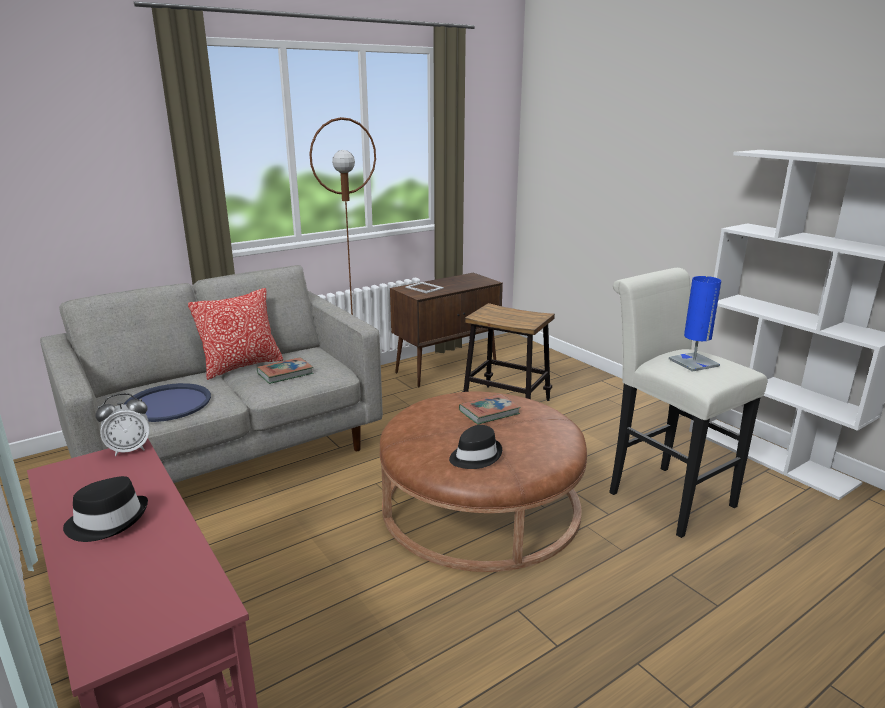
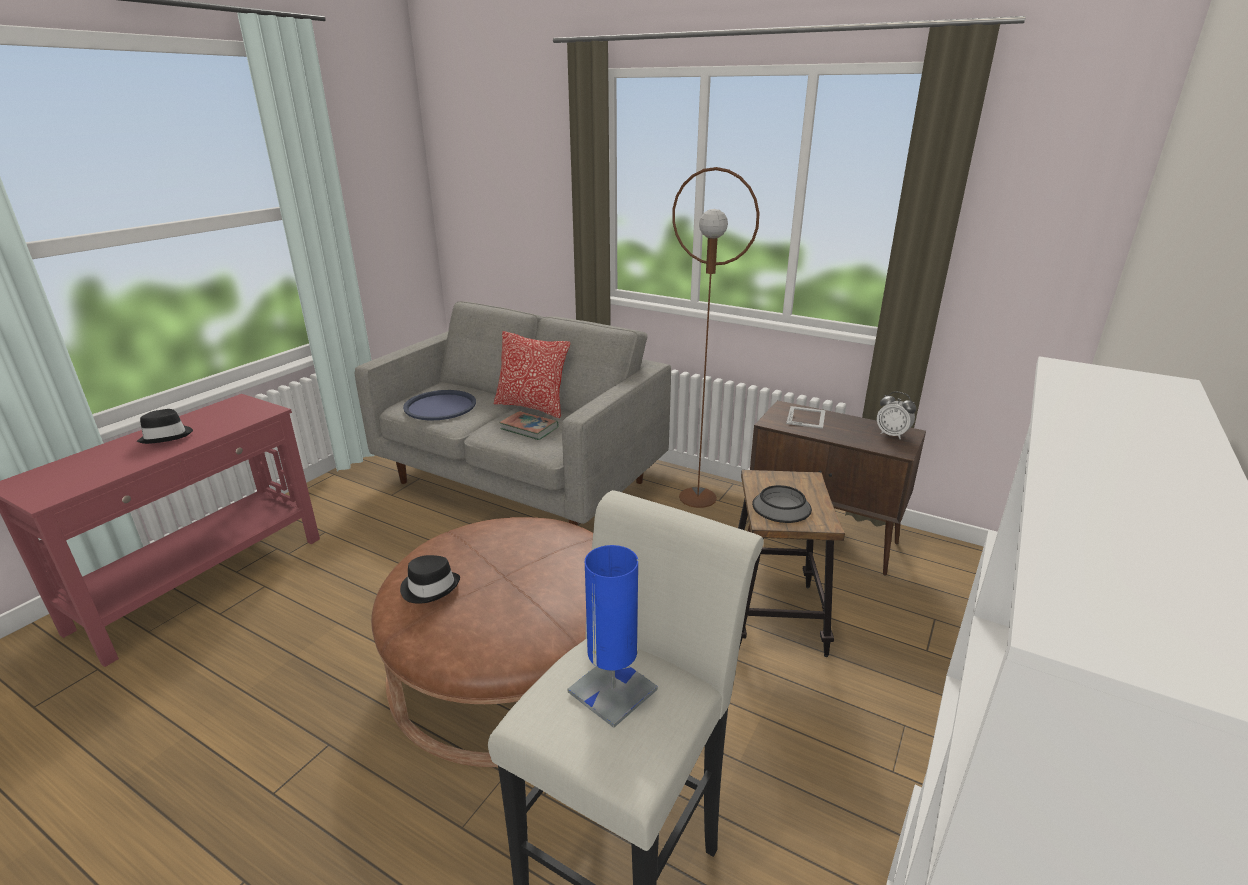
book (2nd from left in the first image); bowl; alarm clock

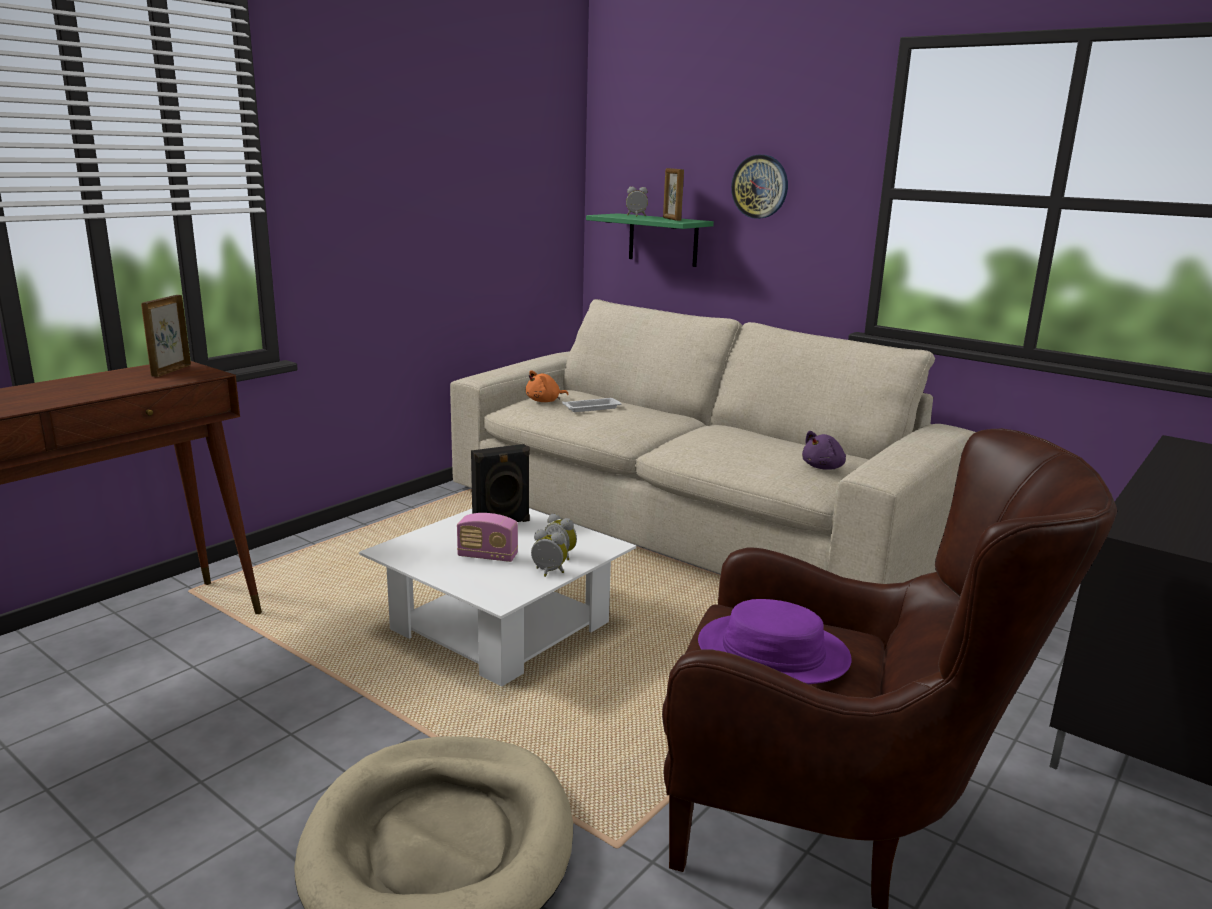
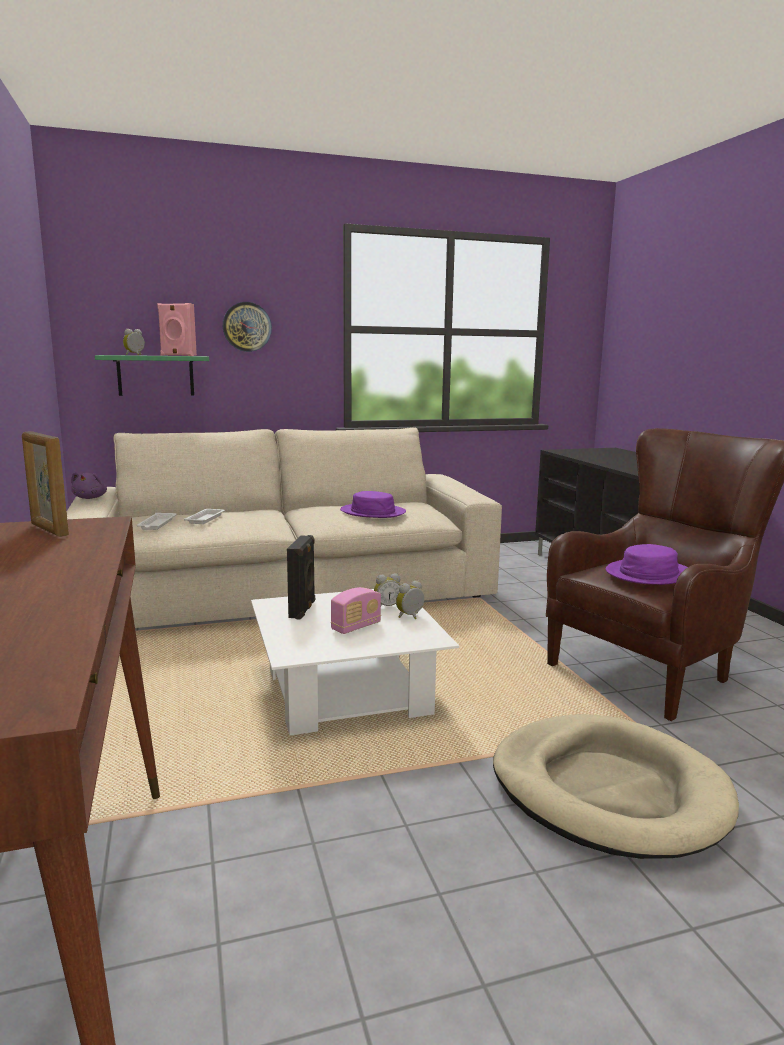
purple hat (1st from left); purple plush toy; white tray (1st from left); pink speaker

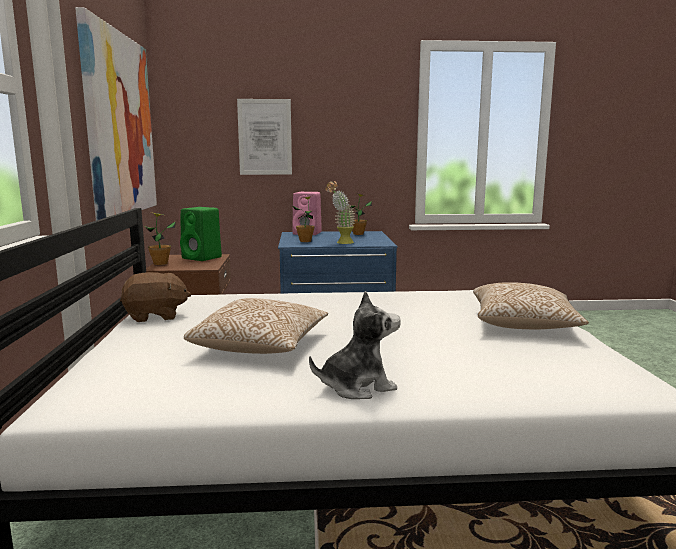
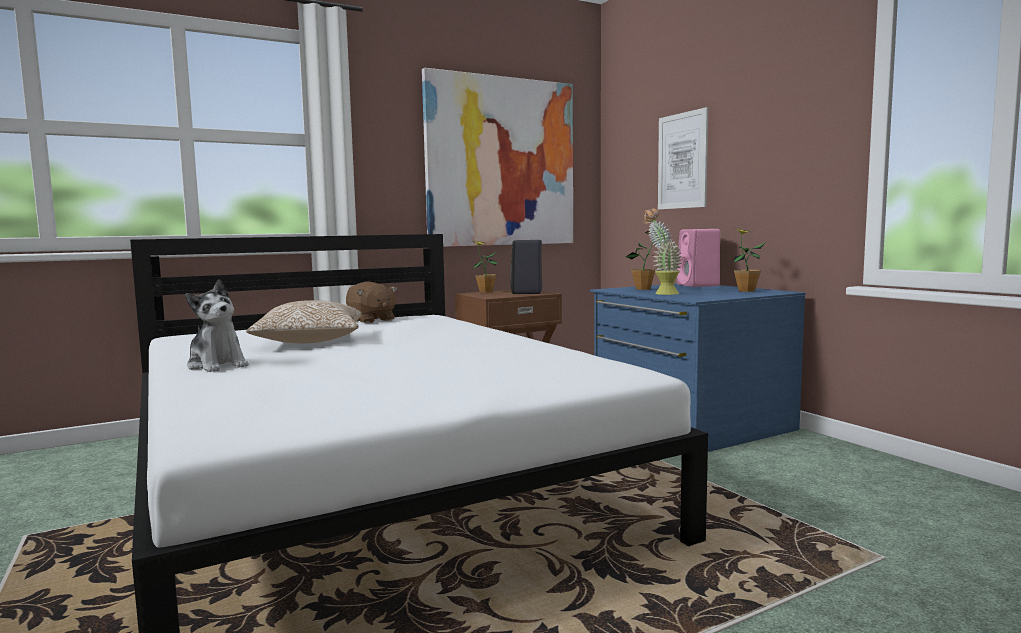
pillow (2nd from left in the first image); black speaker

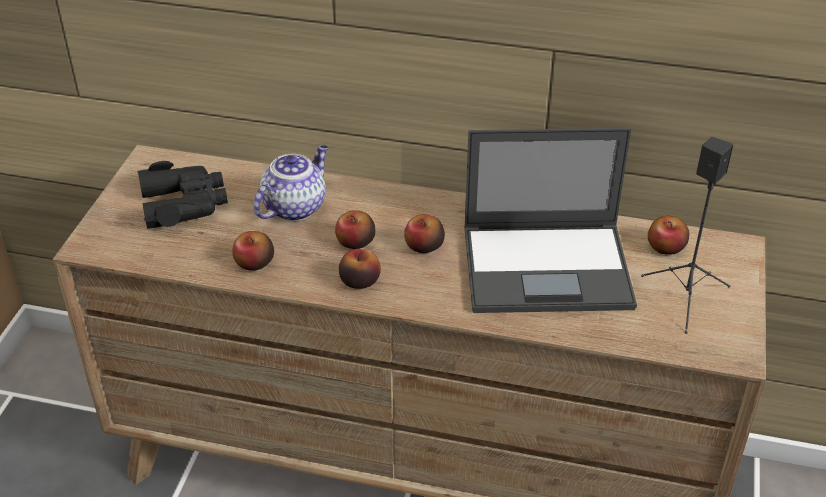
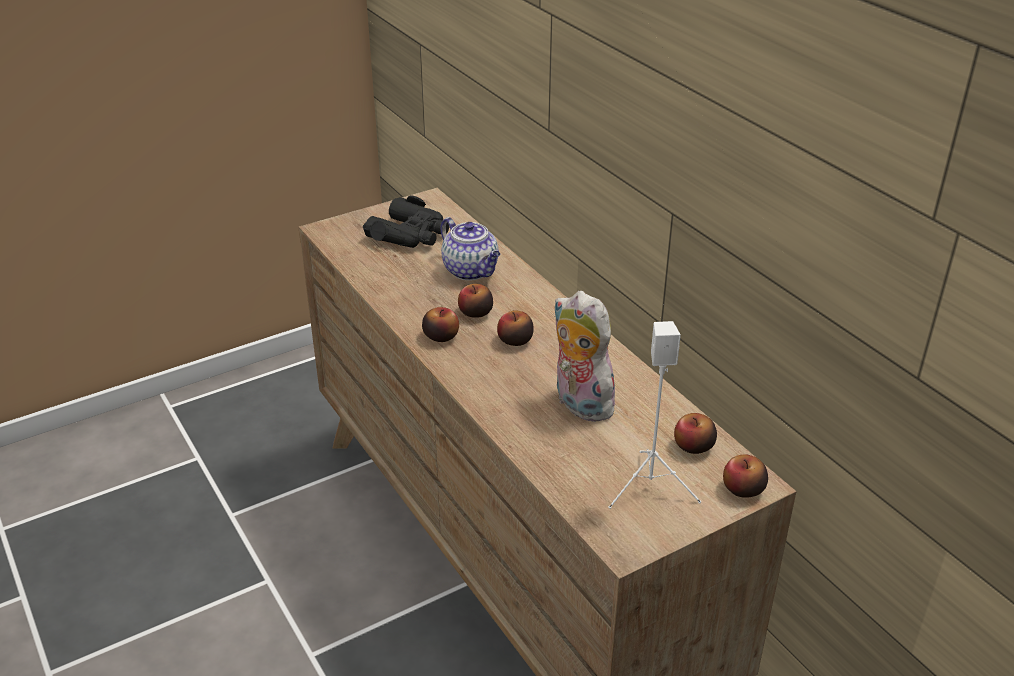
apple (5th from left); plush toy; white speaker; teapot

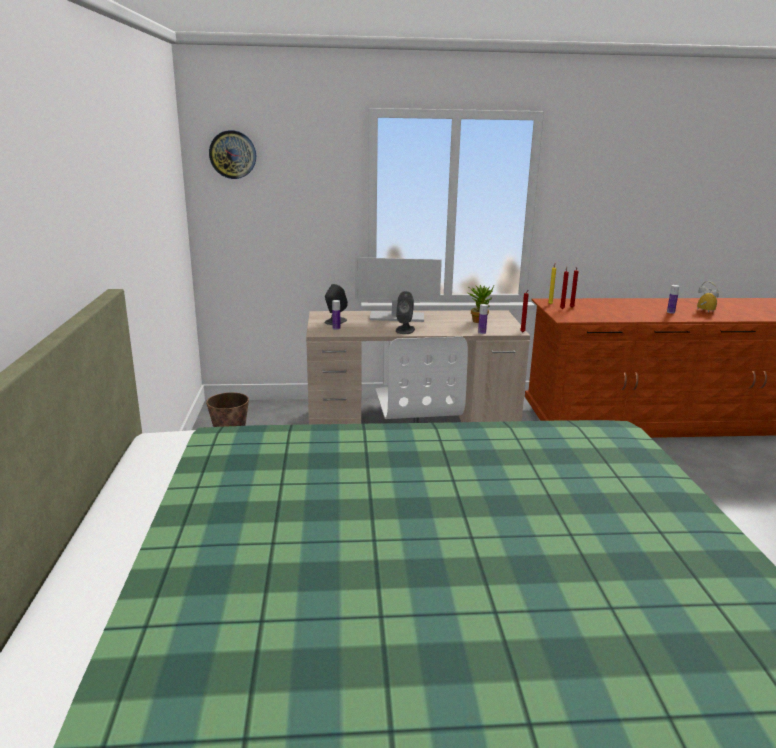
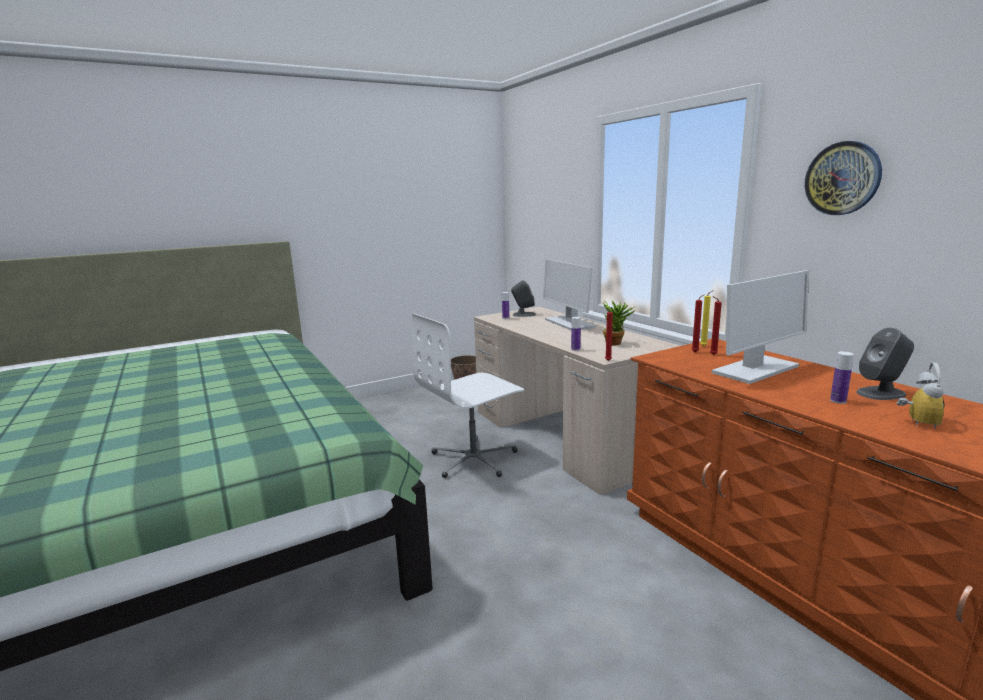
monitor (2nd from left); wall clock; grey speaker (2nd from left)

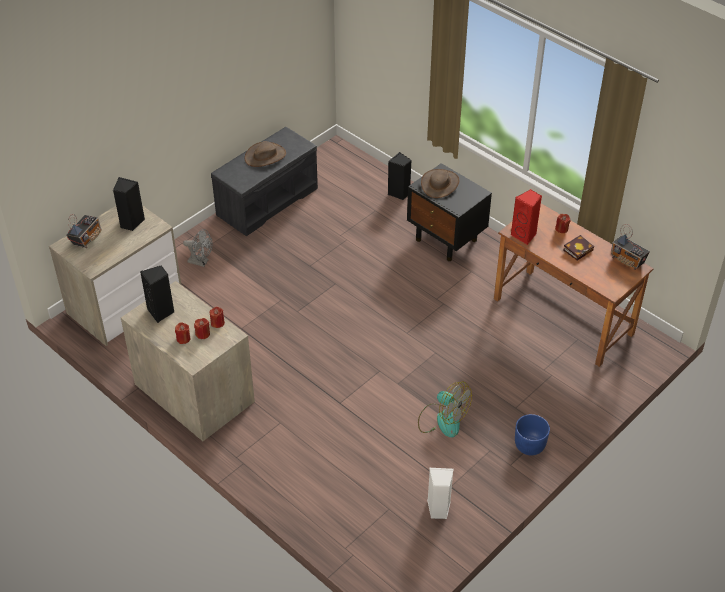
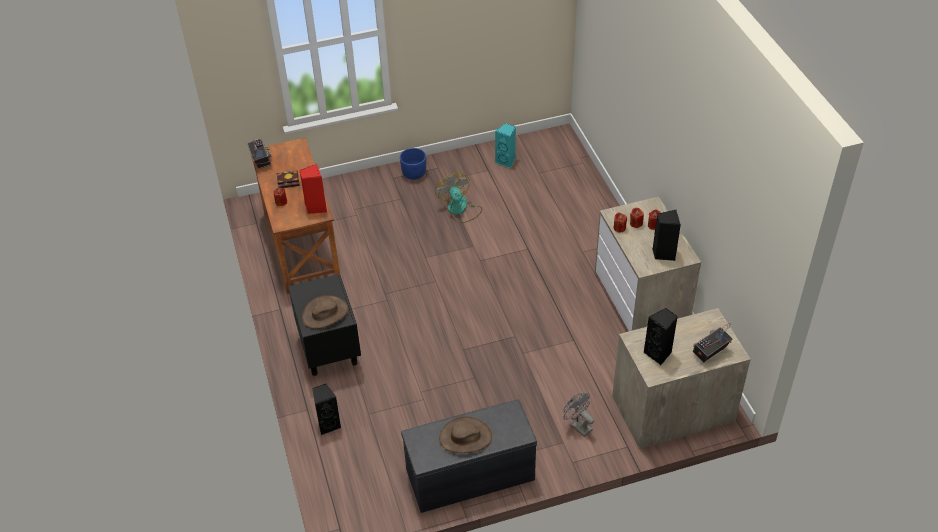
turquoise speaker

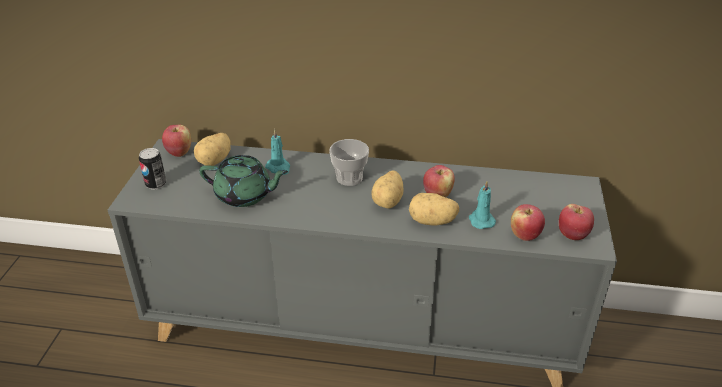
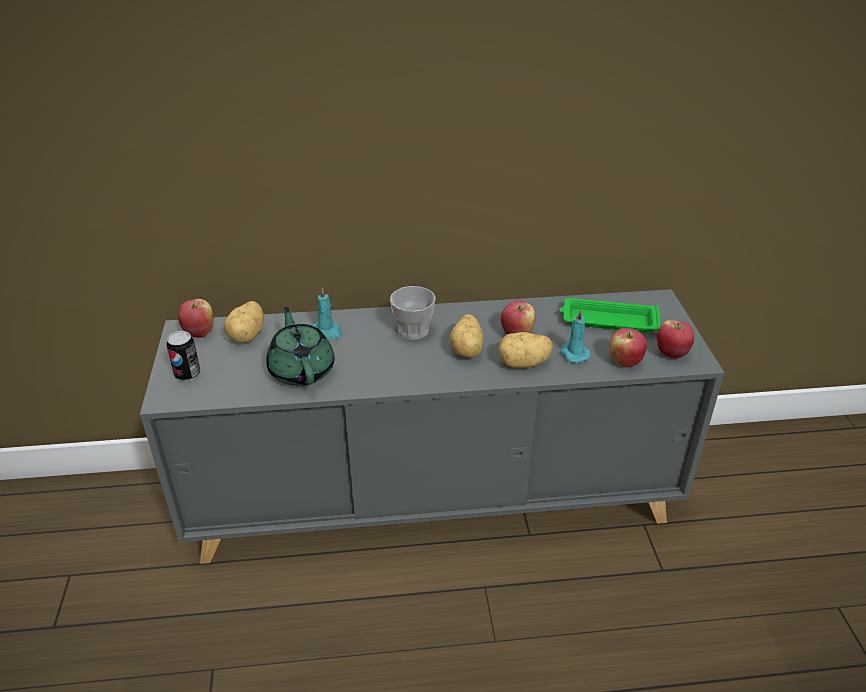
green tray; green teapot

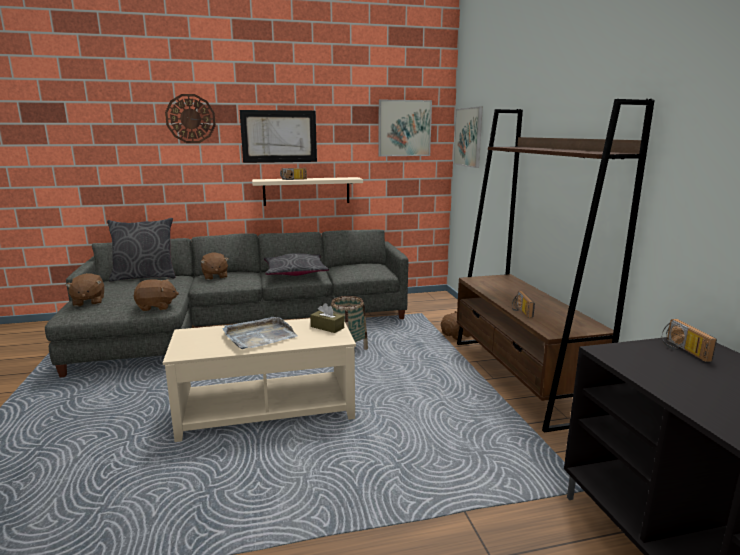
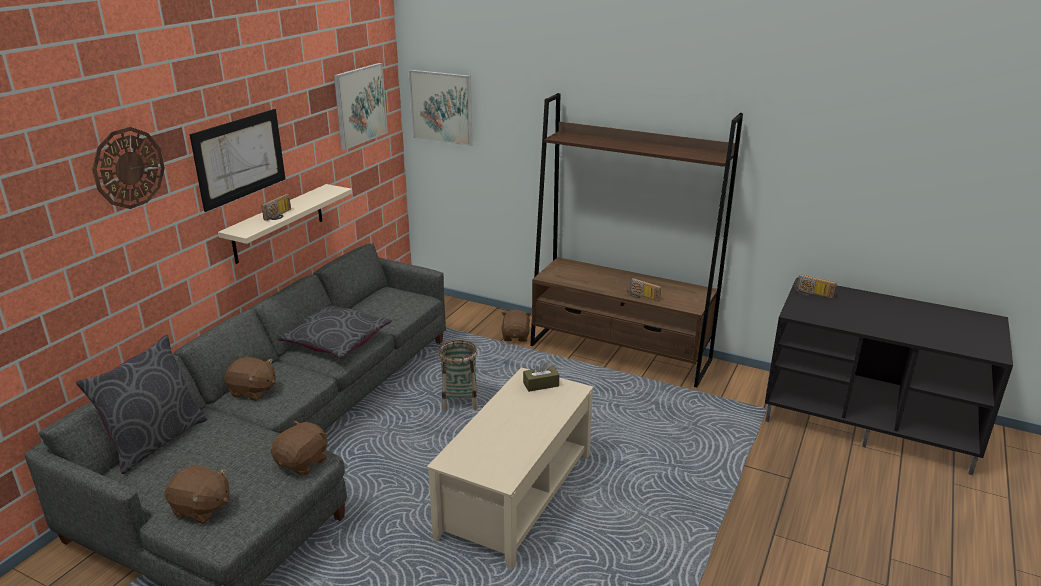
grey tray

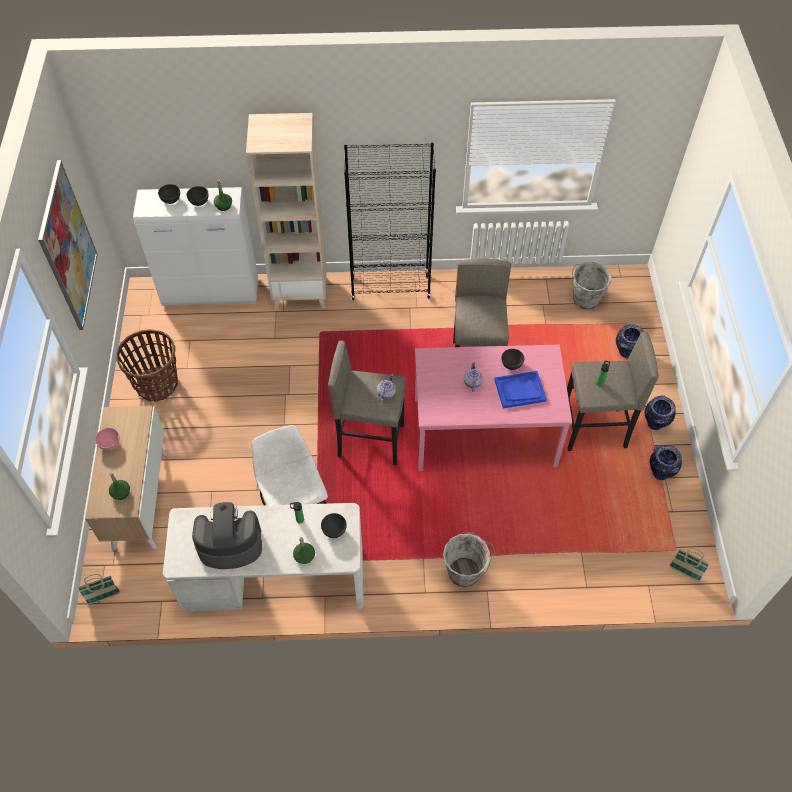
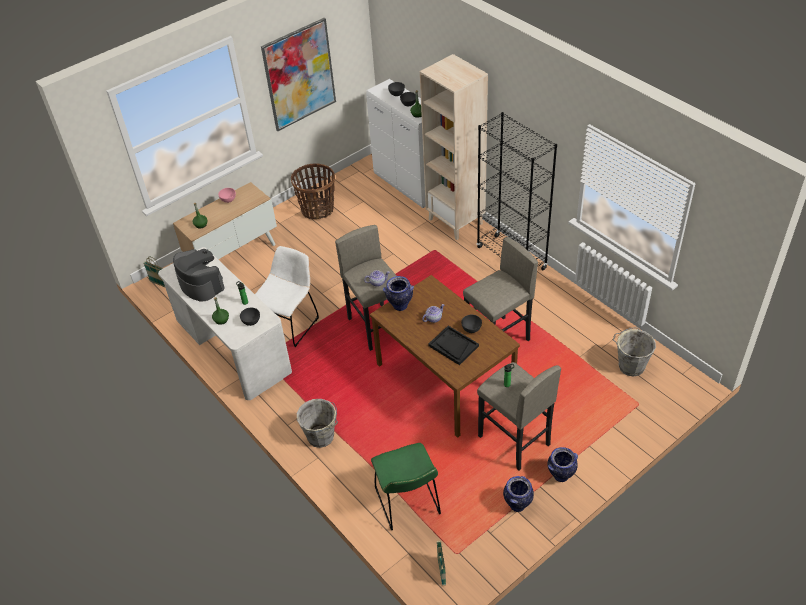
green chair; vase (1st from left); brown dining table; black tray

